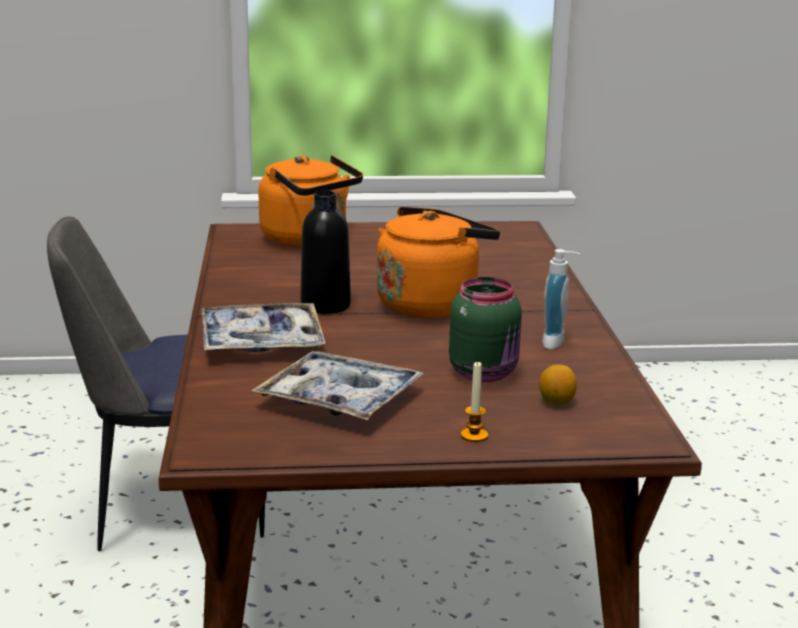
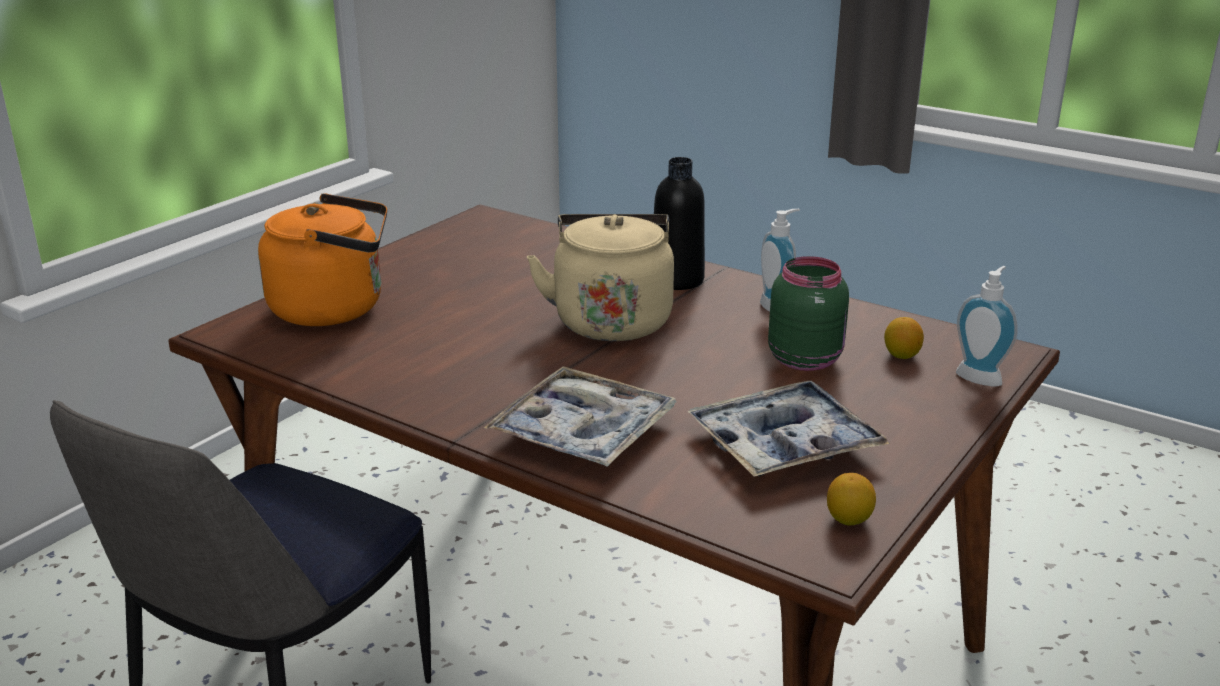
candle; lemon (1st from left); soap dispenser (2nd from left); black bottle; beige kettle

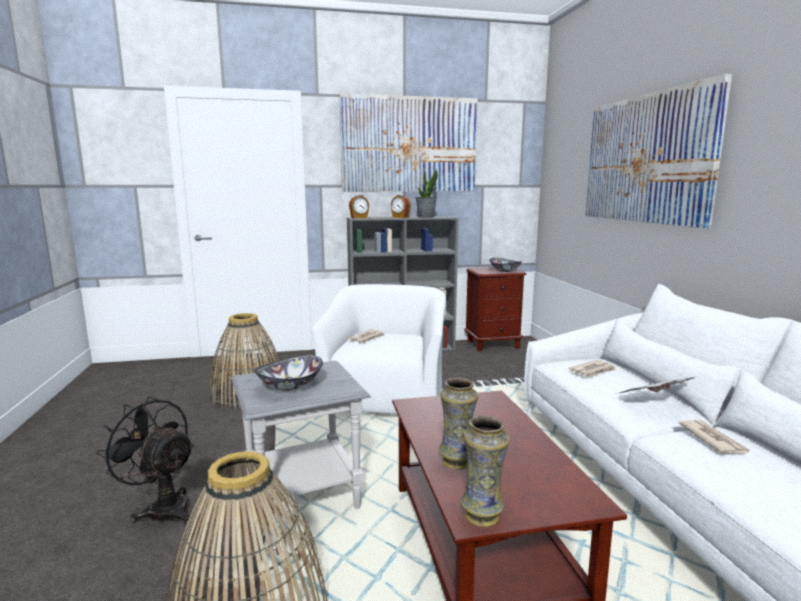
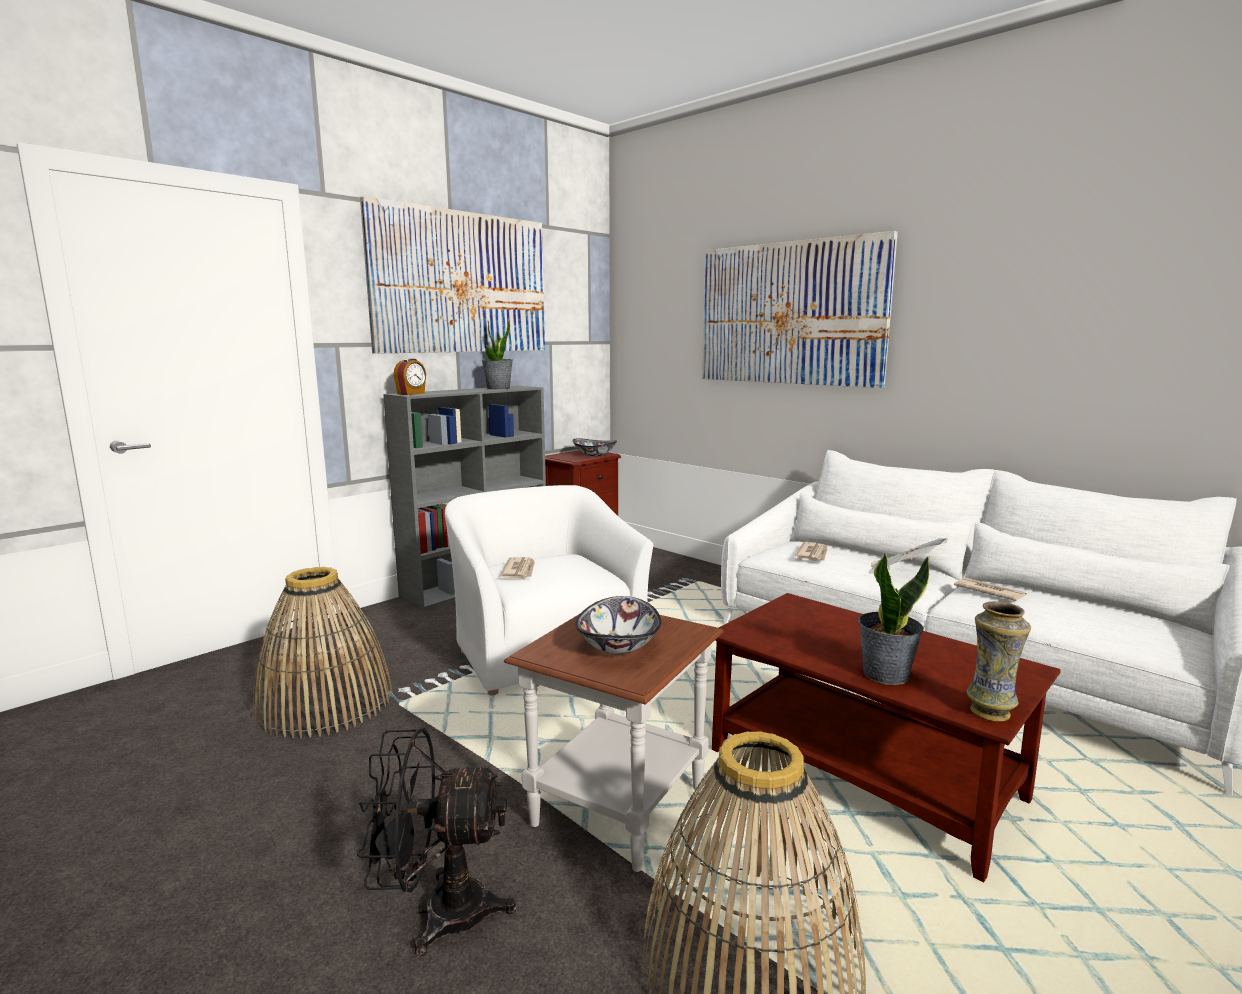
alarm clock (2nd from left in the first image); potted plant (2nd from left); brown side table

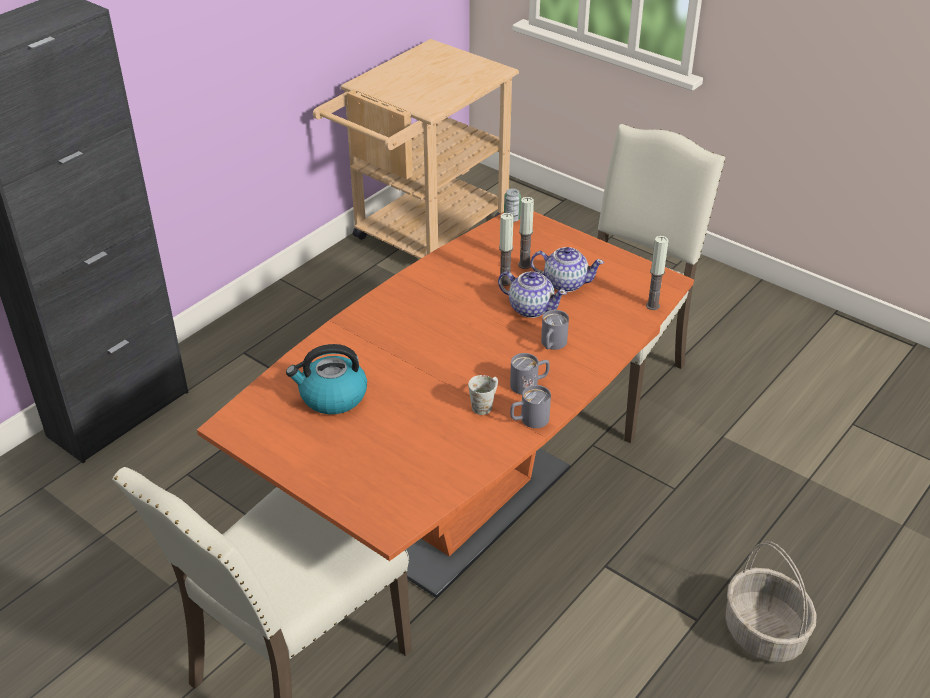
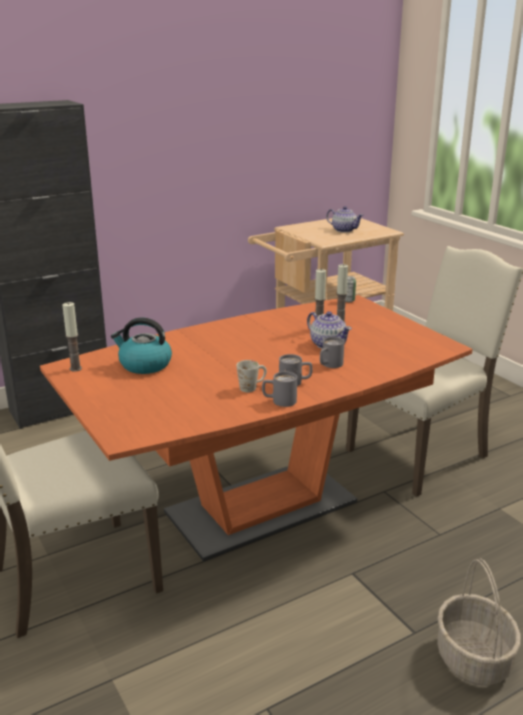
teapot (2nd from left); candle (1st from left)

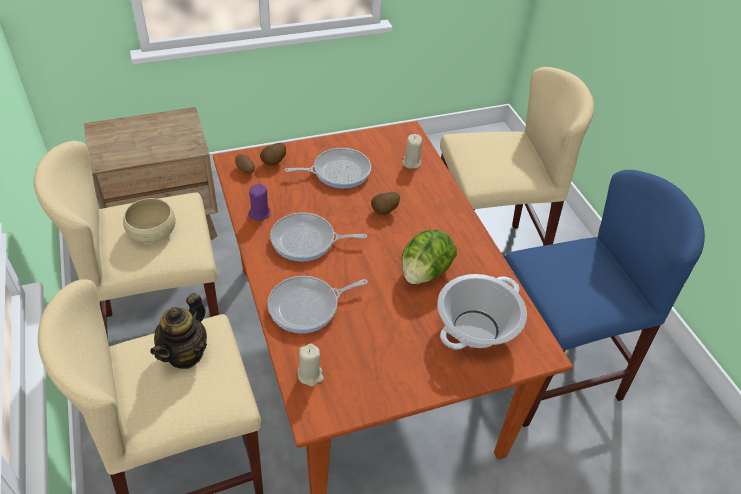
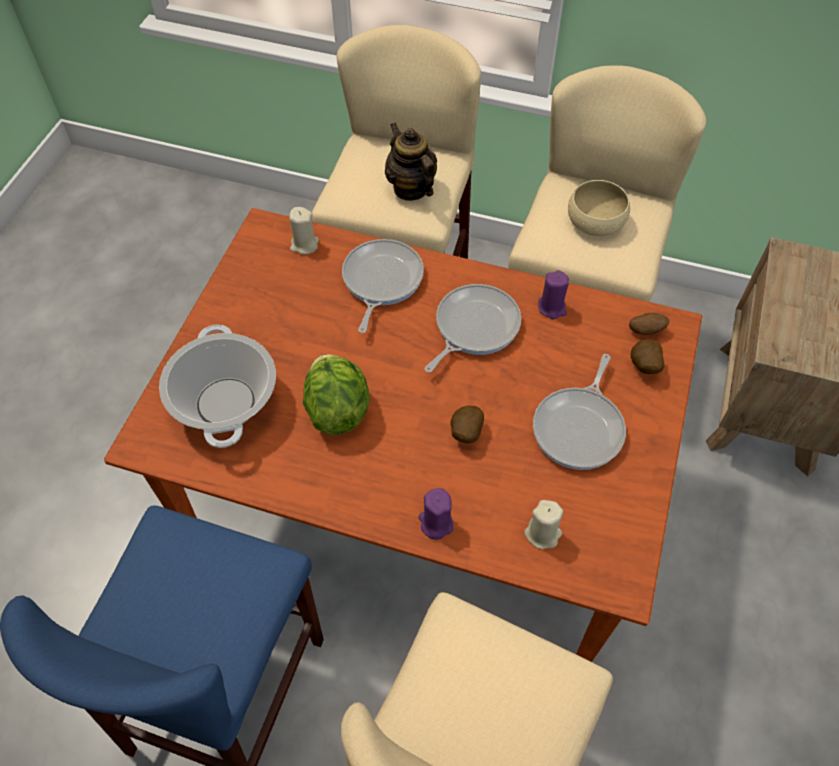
purple candle (1st from left)

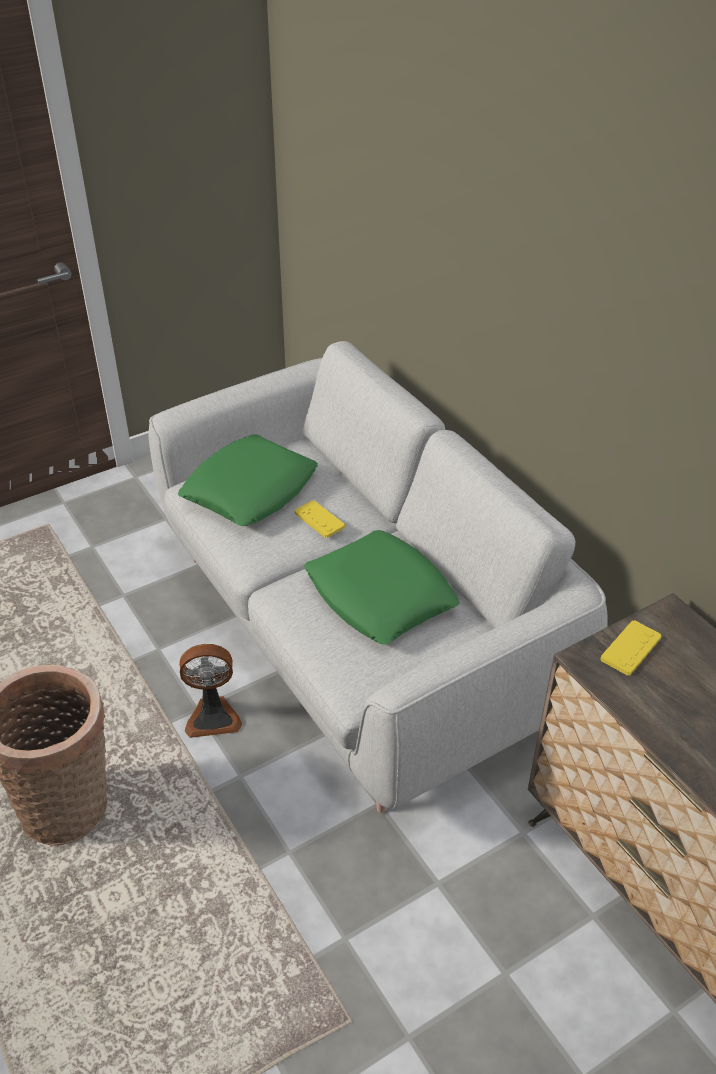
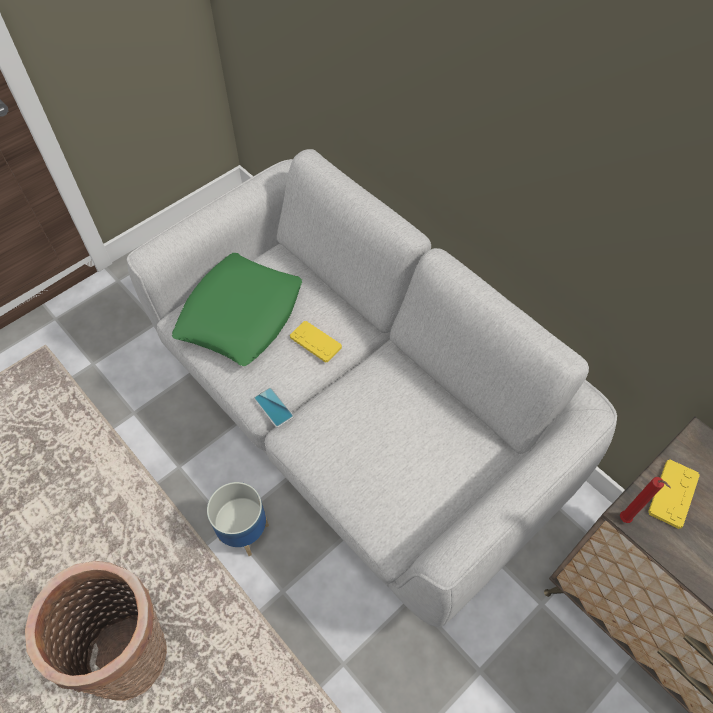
green pillow (2nd from left in the first image); phone; red candle; planter

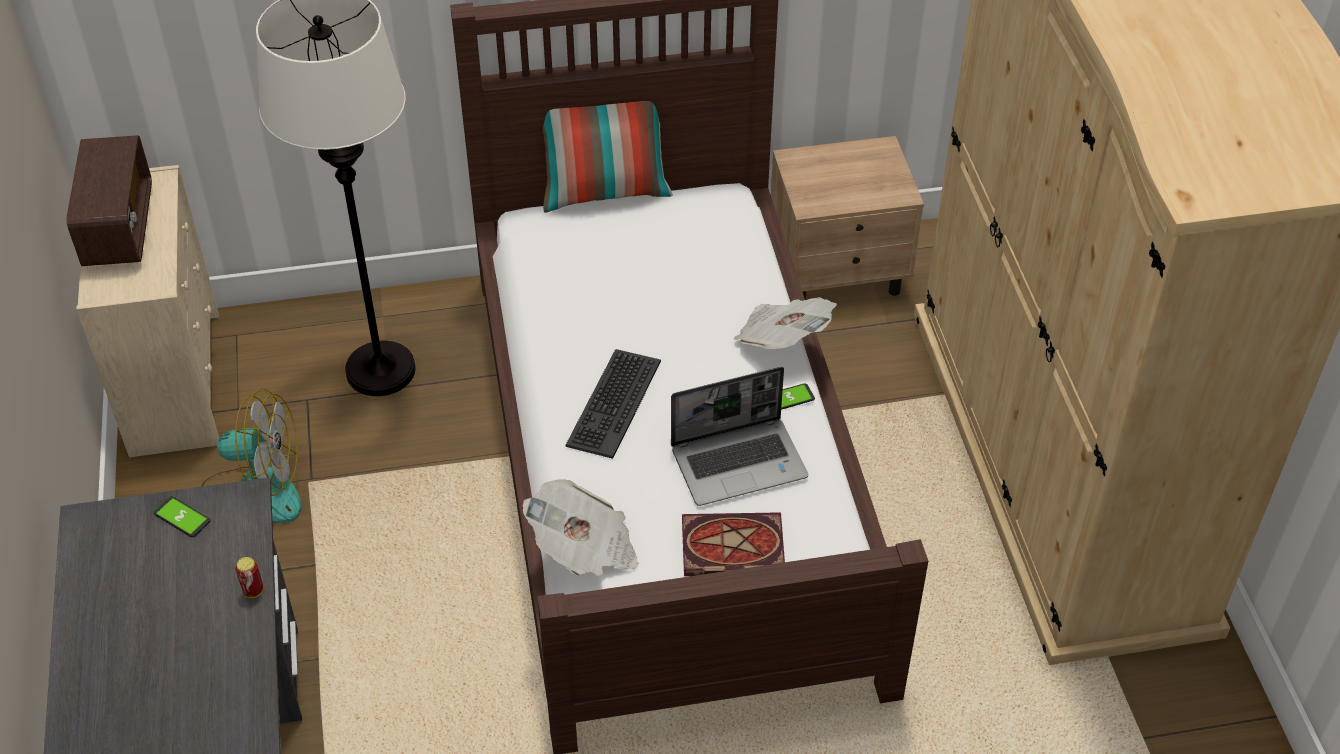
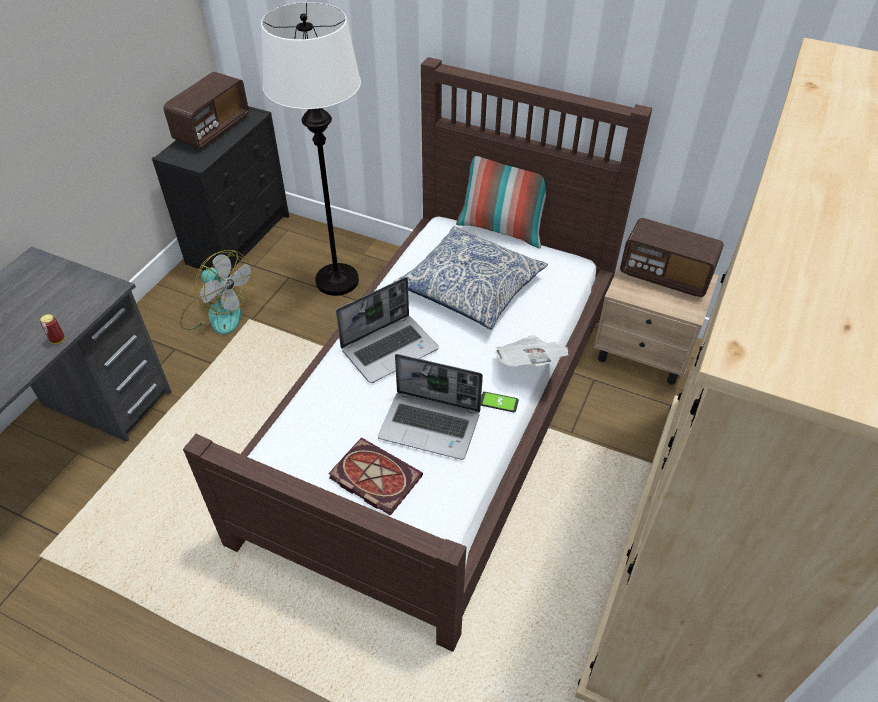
phone (1st from left in the first image); newspaper (1st from left in the first image); pillow (1st from left); radio (2nd from left); laptop (1st from left); black dresser

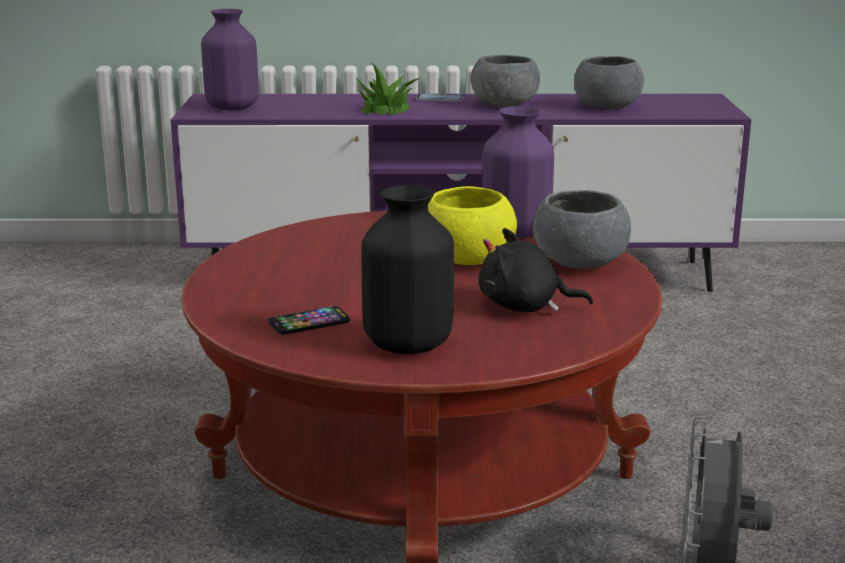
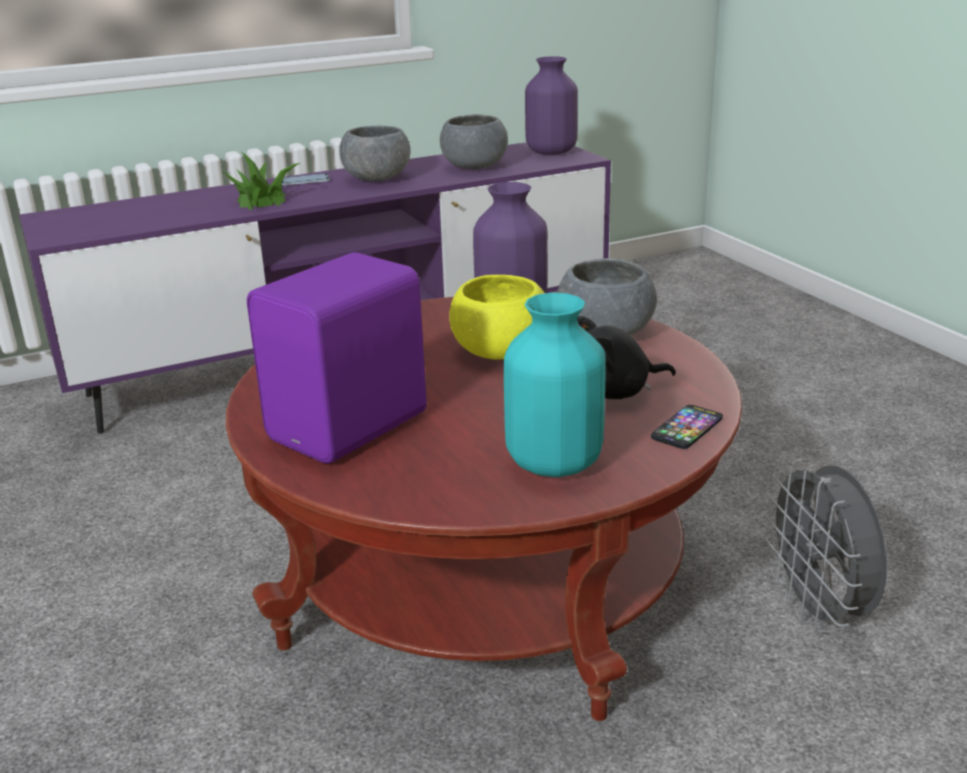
purple speaker; purple vase (2nd from left); phone (2nd from left); turquoise vase

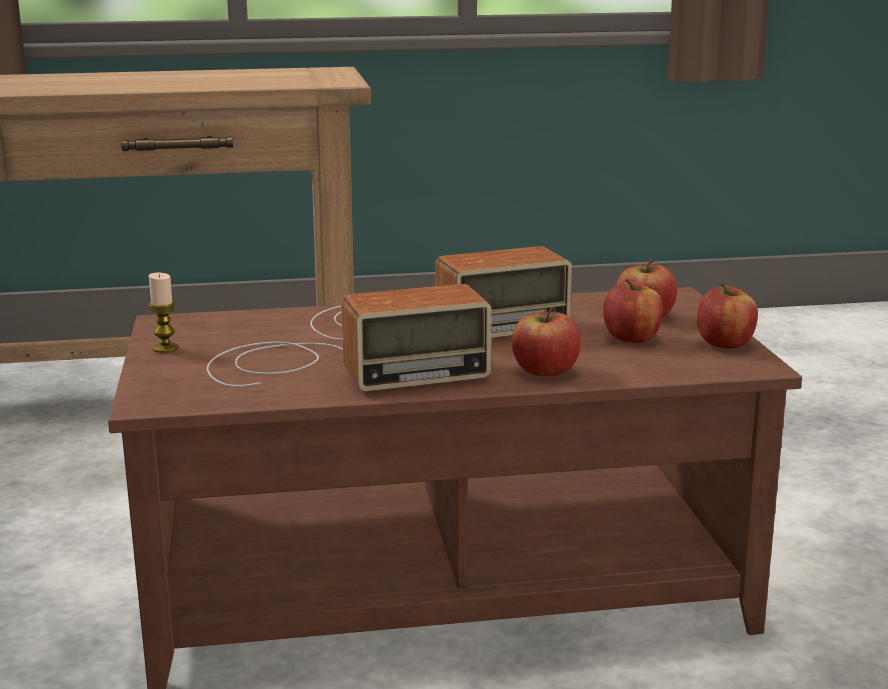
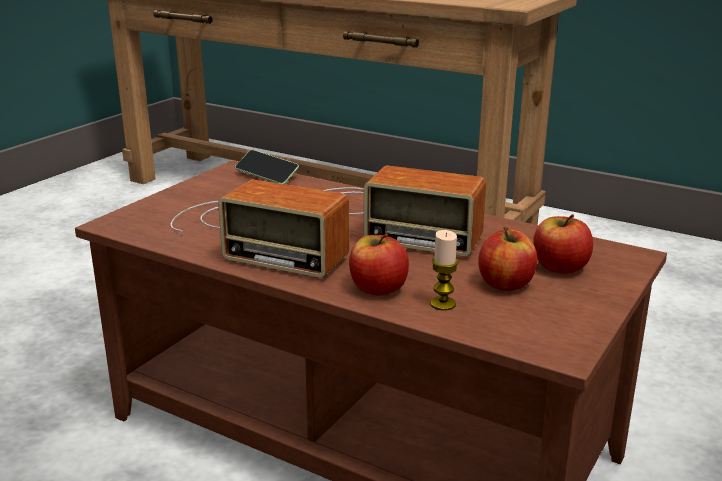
apple (4th from left in the first image); phone; candle

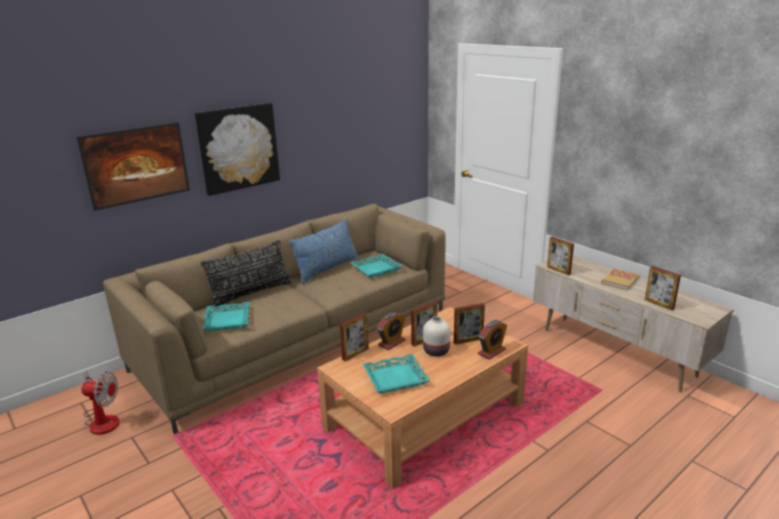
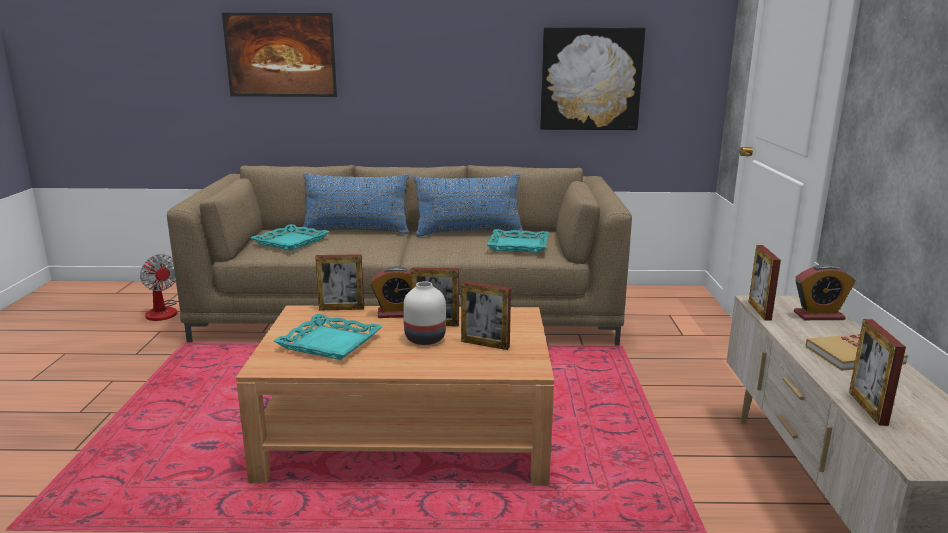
picture (2nd from left); alarm clock (2nd from left); blue pillow (1st from left)

